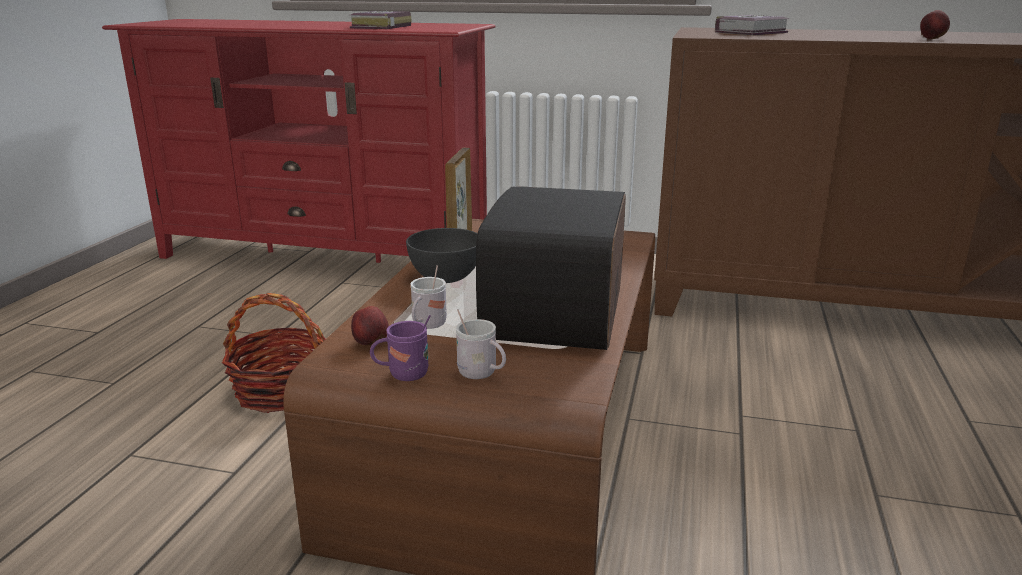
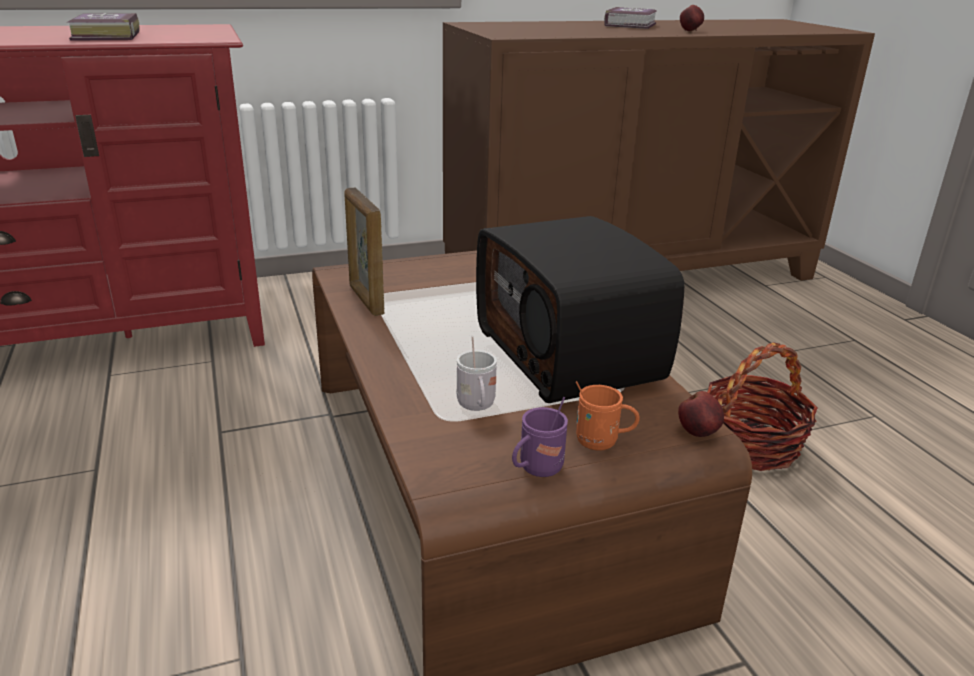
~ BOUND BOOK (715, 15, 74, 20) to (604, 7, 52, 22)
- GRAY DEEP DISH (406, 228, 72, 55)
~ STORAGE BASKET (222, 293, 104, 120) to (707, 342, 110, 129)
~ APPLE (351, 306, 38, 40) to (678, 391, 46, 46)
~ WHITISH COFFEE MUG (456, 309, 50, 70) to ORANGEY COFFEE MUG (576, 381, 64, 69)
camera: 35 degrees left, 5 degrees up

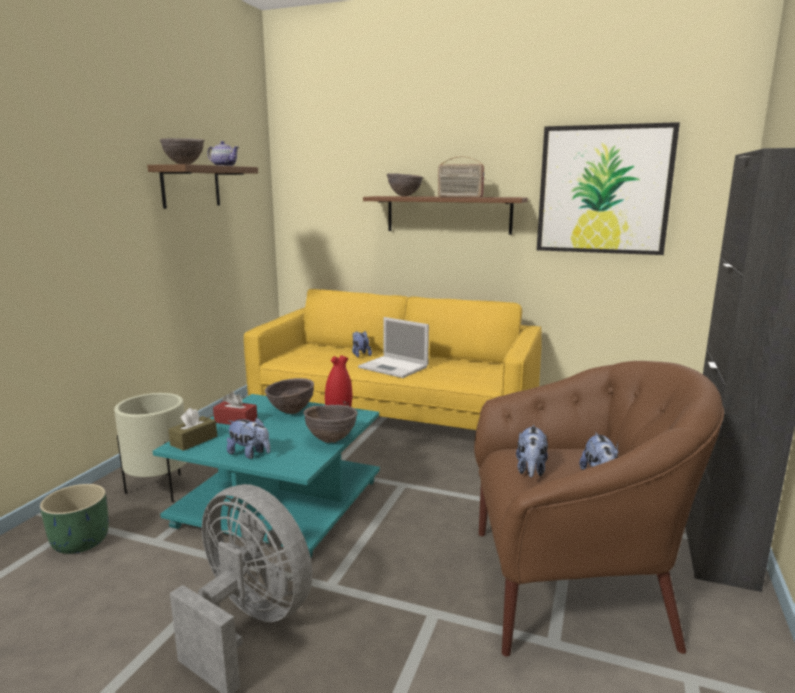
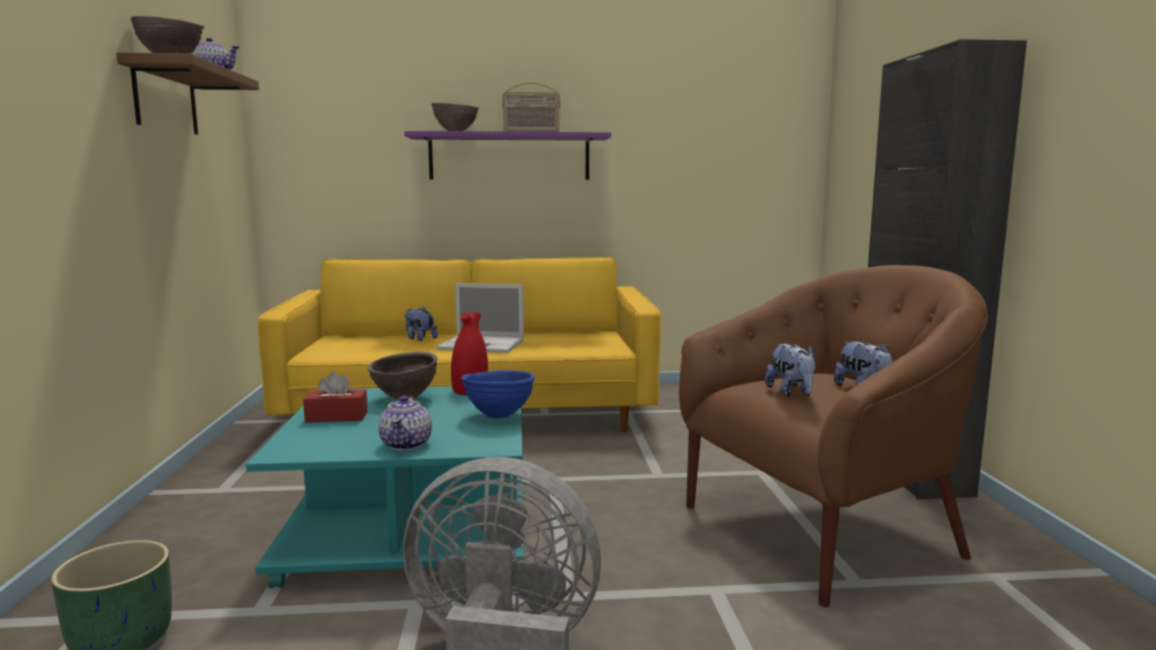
- WALL ART (537, 122, 143, 133)
~ BROWNISH WALL SHELF (363, 196, 165, 39) to PURPLE WALL SHELF (404, 131, 207, 49)
- BEIGE-COLOURED FLOWER POT (114, 393, 73, 109)
~ BROWNISH DEEP DISH (304, 405, 54, 38) to BLUISH DEEP DISH (461, 370, 74, 49)
- BROWNISH TISSUE BOX (168, 408, 49, 43)
~ SOFT TOY (227, 417, 43, 42) to TEAPOT (378, 395, 54, 56)
camera: 25 degrees left, 5 degrees down

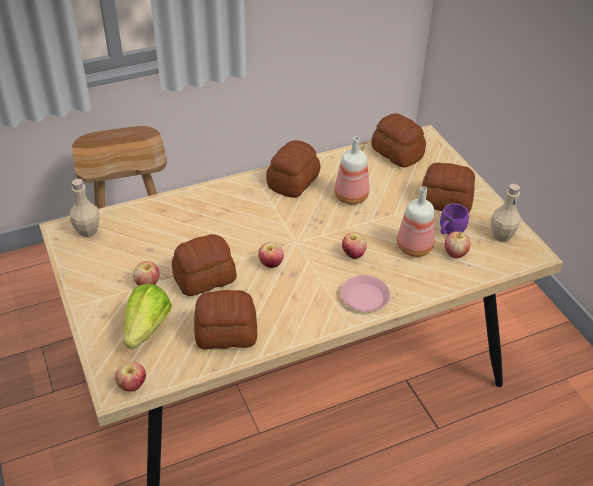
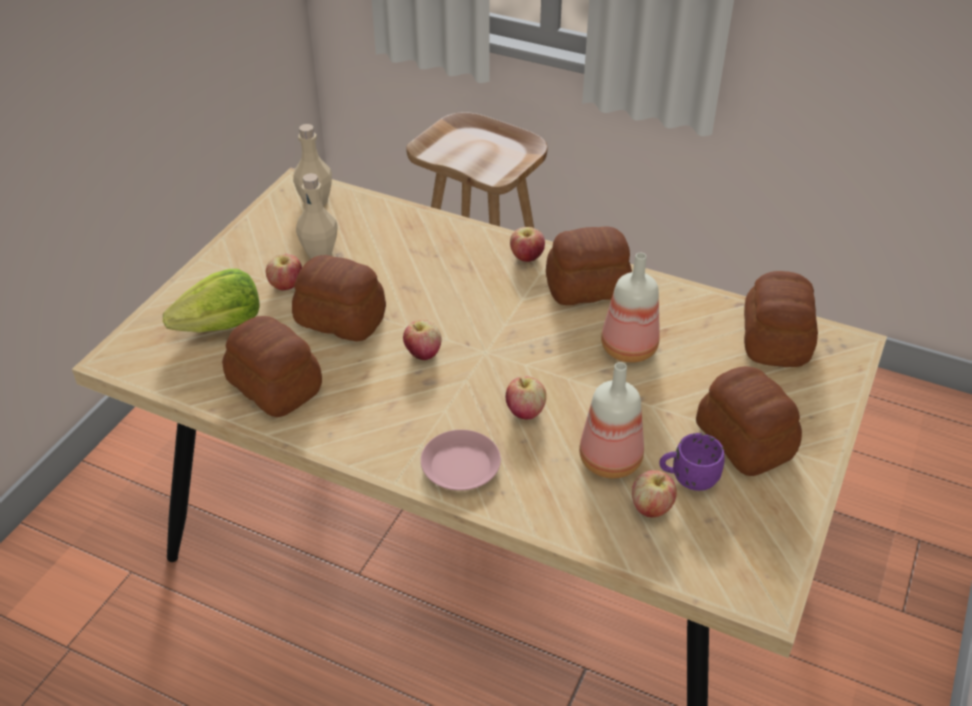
~ BEIGE-COLOURED DRINK BOTTLE (491, 184, 30, 58) to (296, 173, 42, 86)
~ APPLE (115, 362, 31, 30) to (510, 227, 35, 35)
camera: 50 degrees right, 0 degrees up

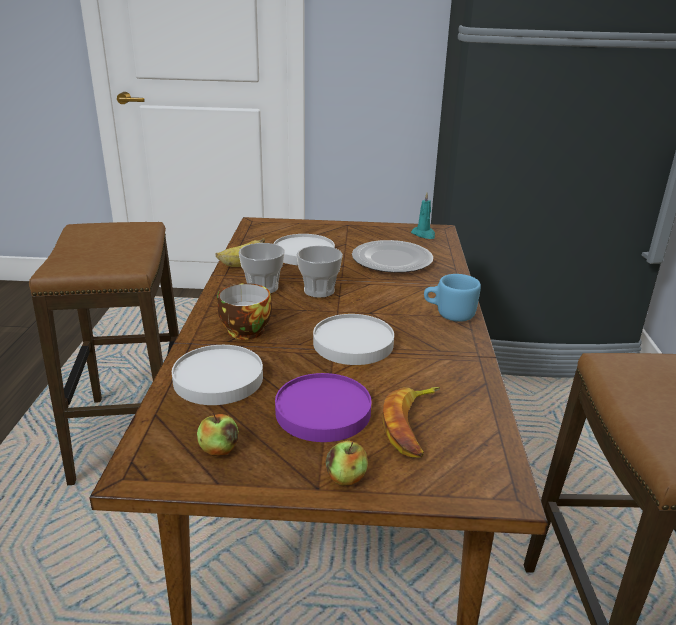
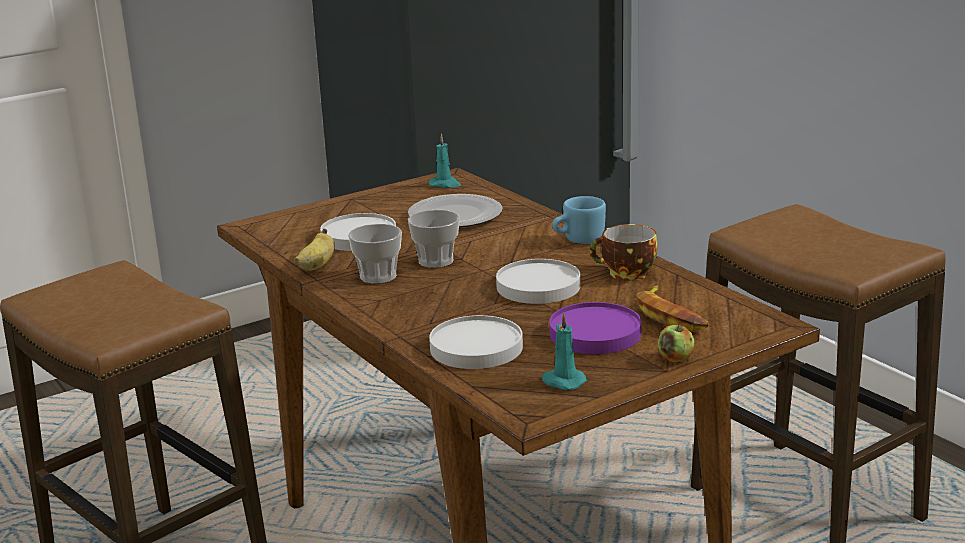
~ DRINKING CUP (217, 283, 55, 57) to (590, 224, 68, 57)
~ APPLE (197, 413, 42, 43) to BLUE-GREEN WAX CANDLE (542, 312, 45, 78)
camera: 35 degrees left, 5 degrees down

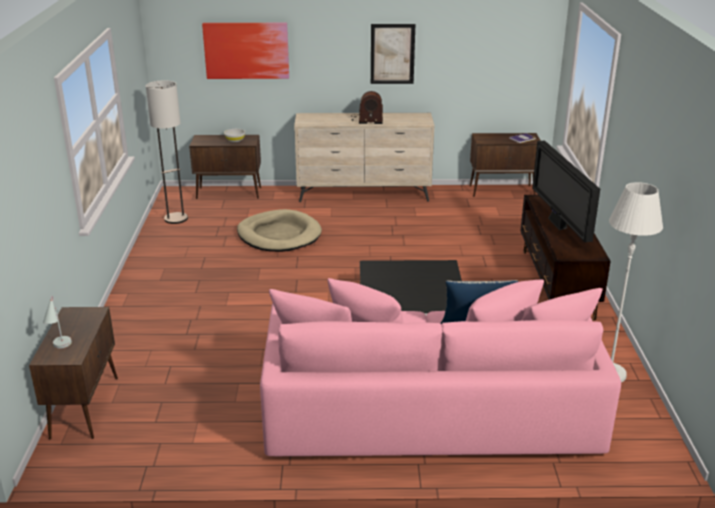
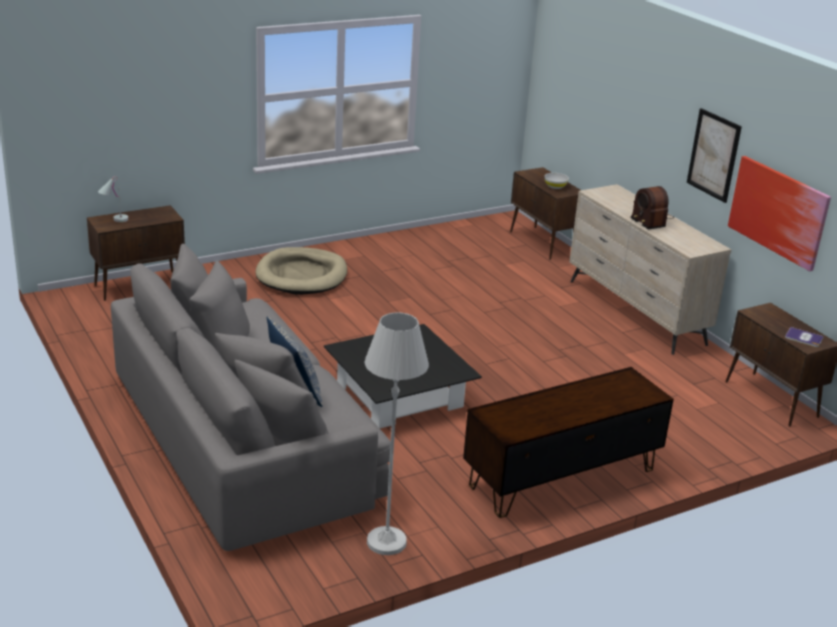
~ WALL ART (202, 23, 87, 56) to (728, 156, 103, 115)
- STANDING LAMP (146, 80, 42, 144)
- TELEVISION (532, 140, 68, 102)
~ BEIGE-COLOURED PET BED (237, 209, 85, 43) to (256, 247, 91, 48)
~ PINK-COLOURED COUCH (260, 278, 361, 178) to GRAY COUCH (111, 244, 280, 307)
camera: 60 degrees right, 0 degrees up

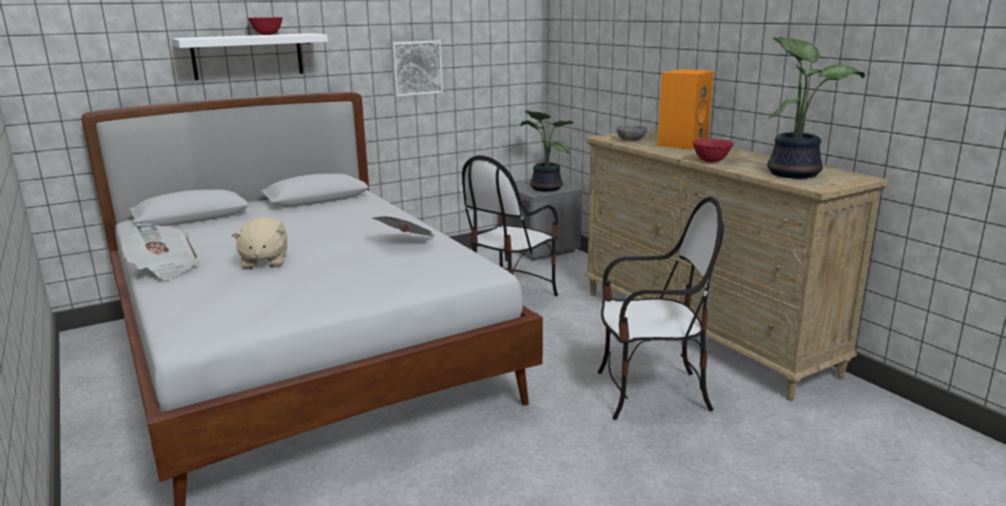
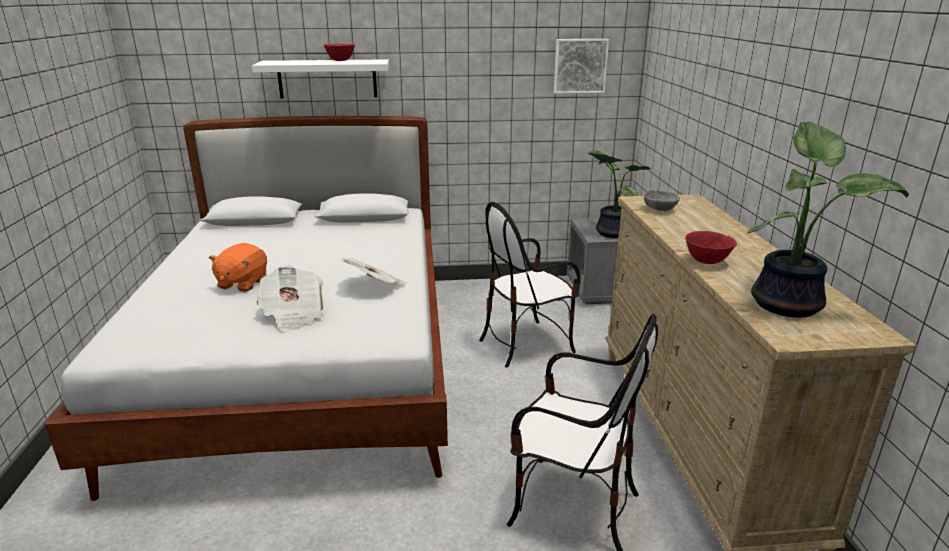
~ WALL ART (391, 40, 52, 57) to (554, 39, 55, 55)
- ORANGEY SPEAKER (658, 69, 56, 81)
~ BEIGE-COLOURED SOFT TOY (231, 217, 56, 52) to ORANGEY SOFT TOY (209, 243, 58, 49)
~ DAILY PAPER (121, 223, 79, 57) to (256, 265, 68, 67)
camera: 25 degrees right, 5 degrees up

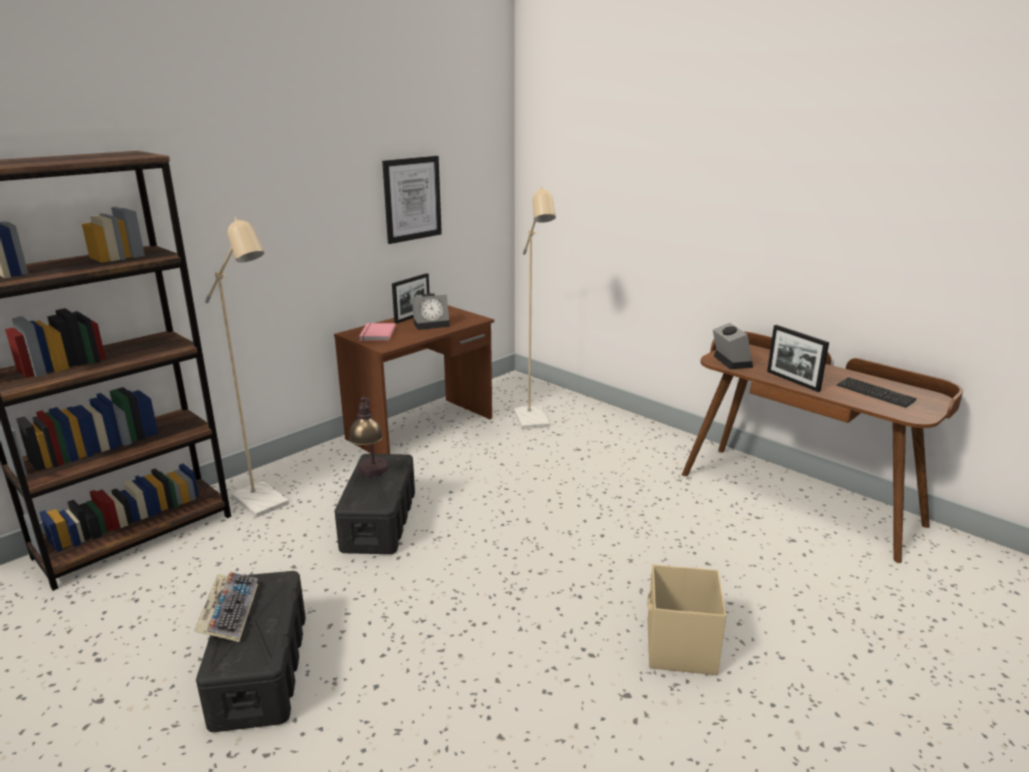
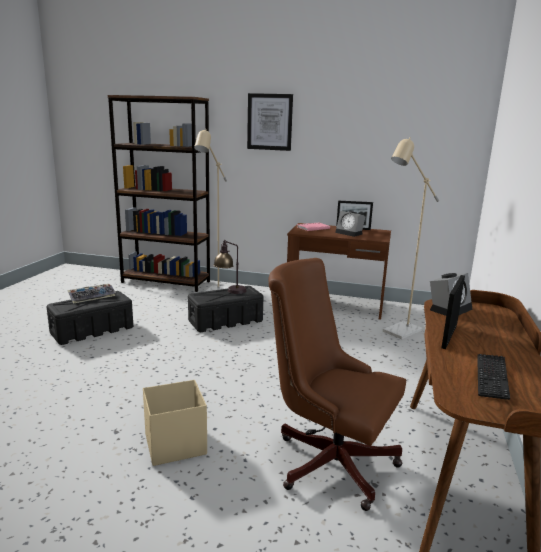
~ WALL ART (382, 156, 60, 88) to (247, 93, 46, 58)
+ BROWNISH COMPUTER CHAIR (268, 258, 138, 253)
camera: 60 degrees right, 5 degrees down

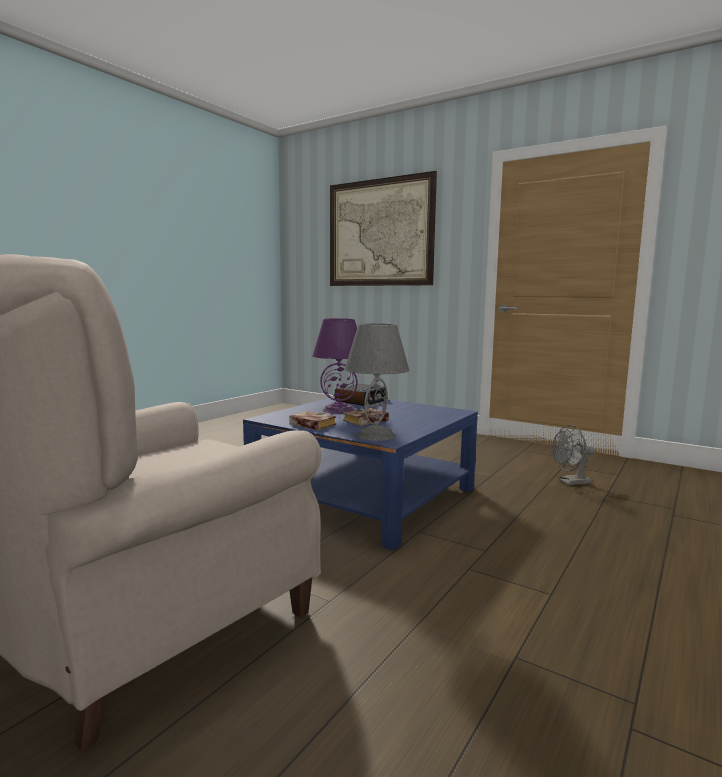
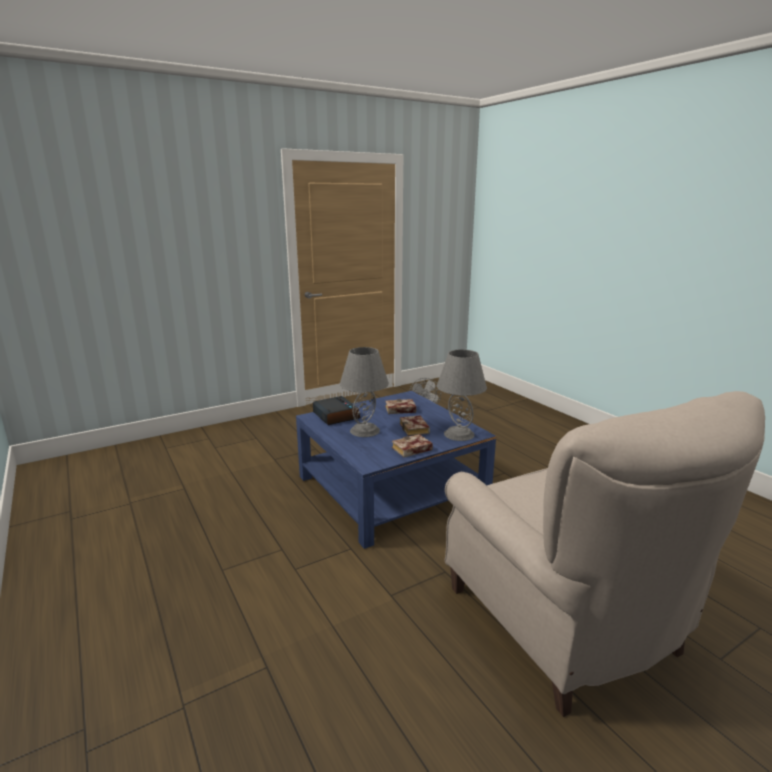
- WALL ART (330, 171, 107, 115)
~ PURPLE TABLE LAMP (312, 318, 46, 96) to GRAY TABLE LAMP (340, 347, 49, 90)
+ BOUND BOOK (385, 399, 31, 15)
camera: 65 degrees left, 10 degrees up

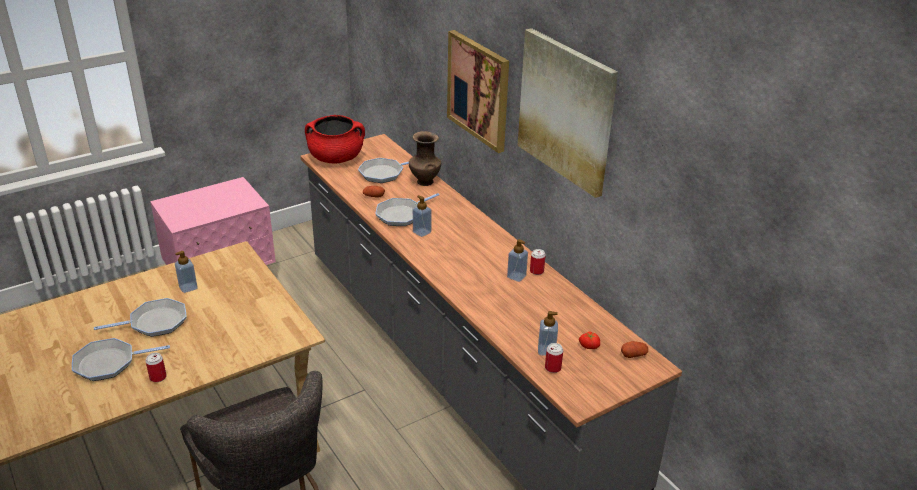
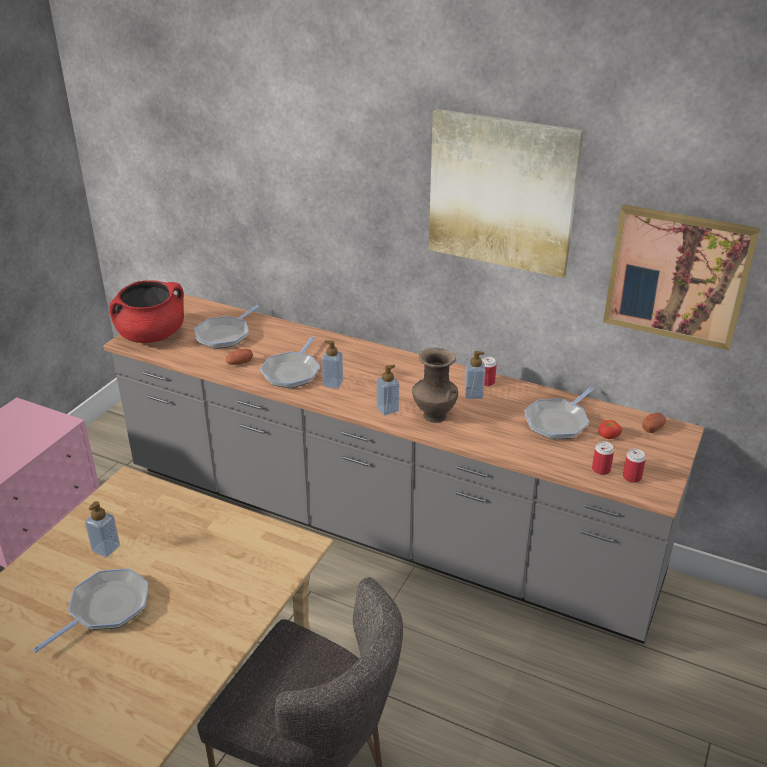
~ WALL ART (447, 30, 62, 123) to (603, 204, 157, 146)
~ BROWNISH FLOWER VASE (409, 131, 32, 55) to (412, 348, 46, 75)
~ SOAP DISPENSER (538, 311, 20, 45) to (377, 365, 22, 50)
~ PAN (72, 338, 98, 43) to (524, 387, 70, 52)
~ CAN (146, 353, 21, 29) to (623, 449, 23, 34)
camera: 30 degrees left, 0 degrees up

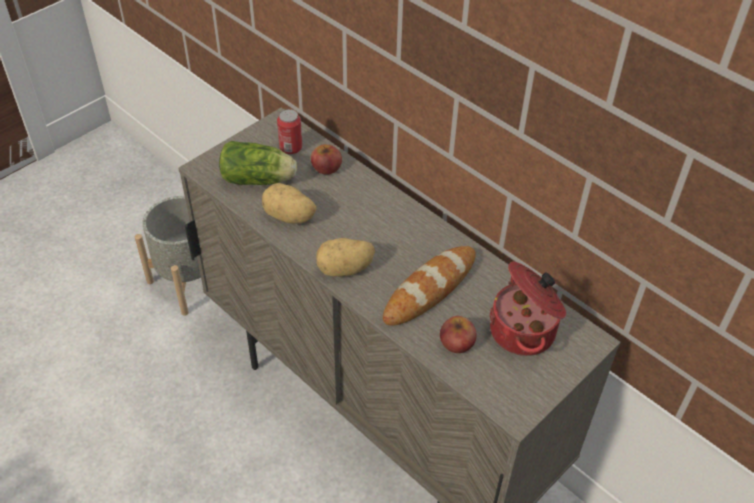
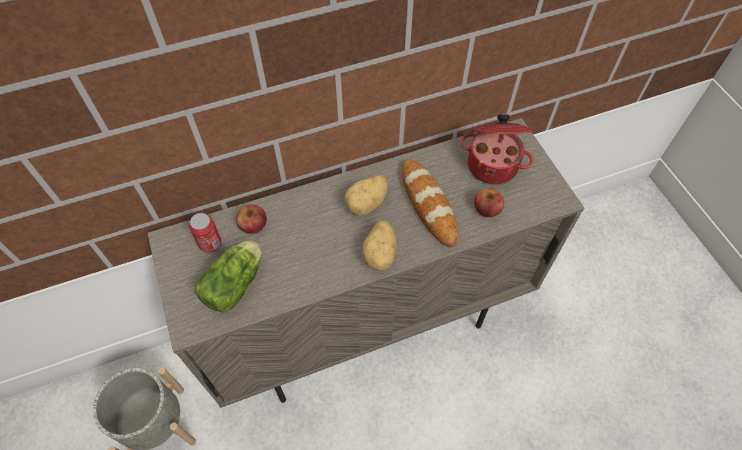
~ POTATO (262, 183, 55, 41) to (345, 175, 43, 41)
camera: 65 degrees left, 10 degrees up

